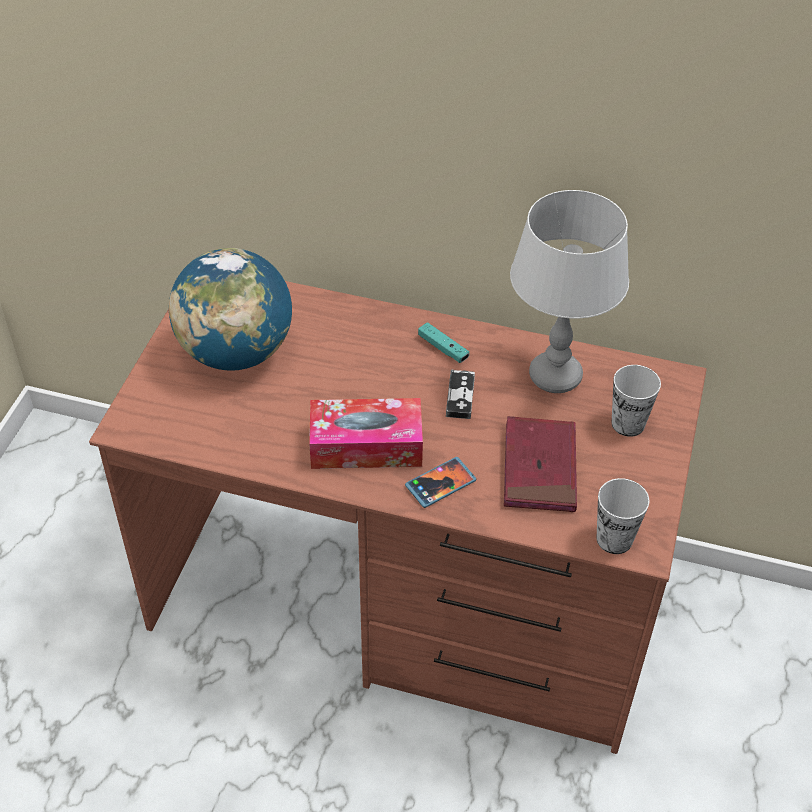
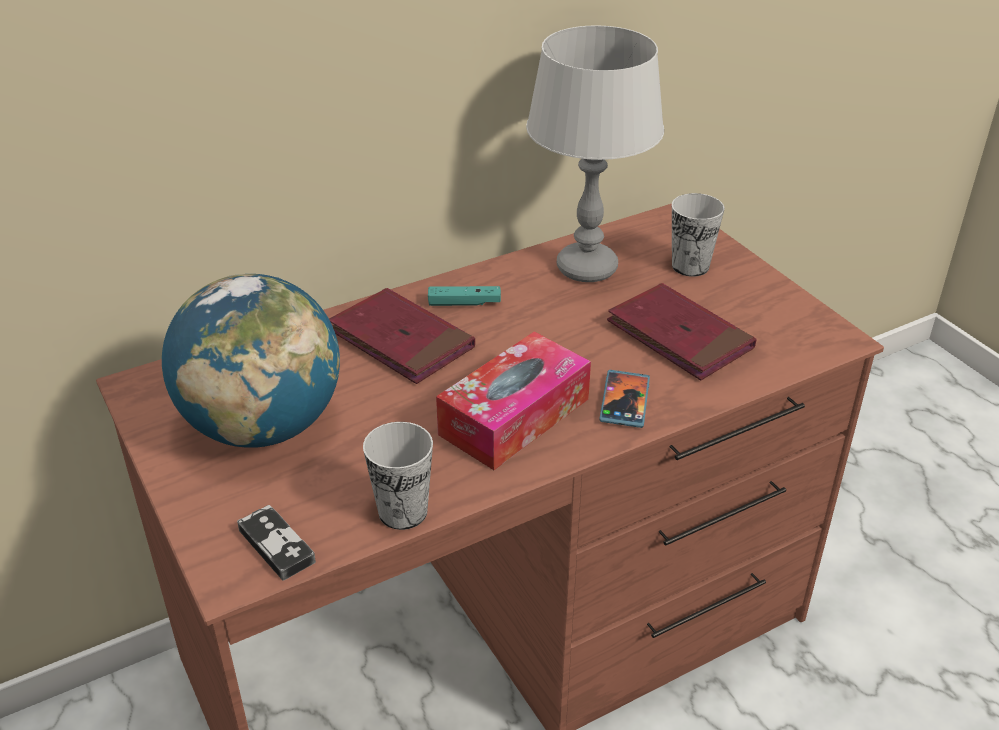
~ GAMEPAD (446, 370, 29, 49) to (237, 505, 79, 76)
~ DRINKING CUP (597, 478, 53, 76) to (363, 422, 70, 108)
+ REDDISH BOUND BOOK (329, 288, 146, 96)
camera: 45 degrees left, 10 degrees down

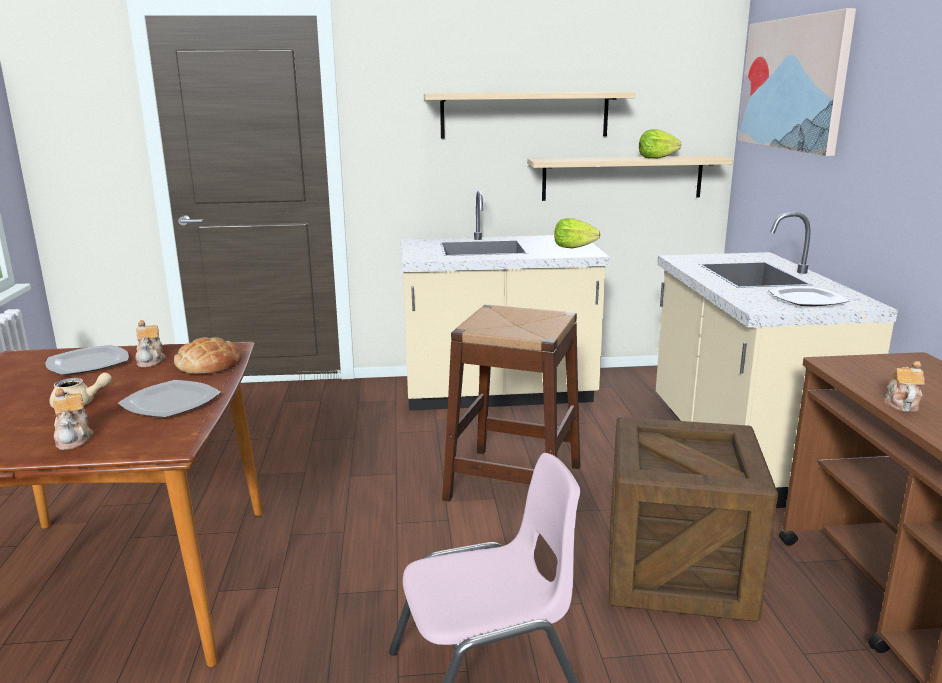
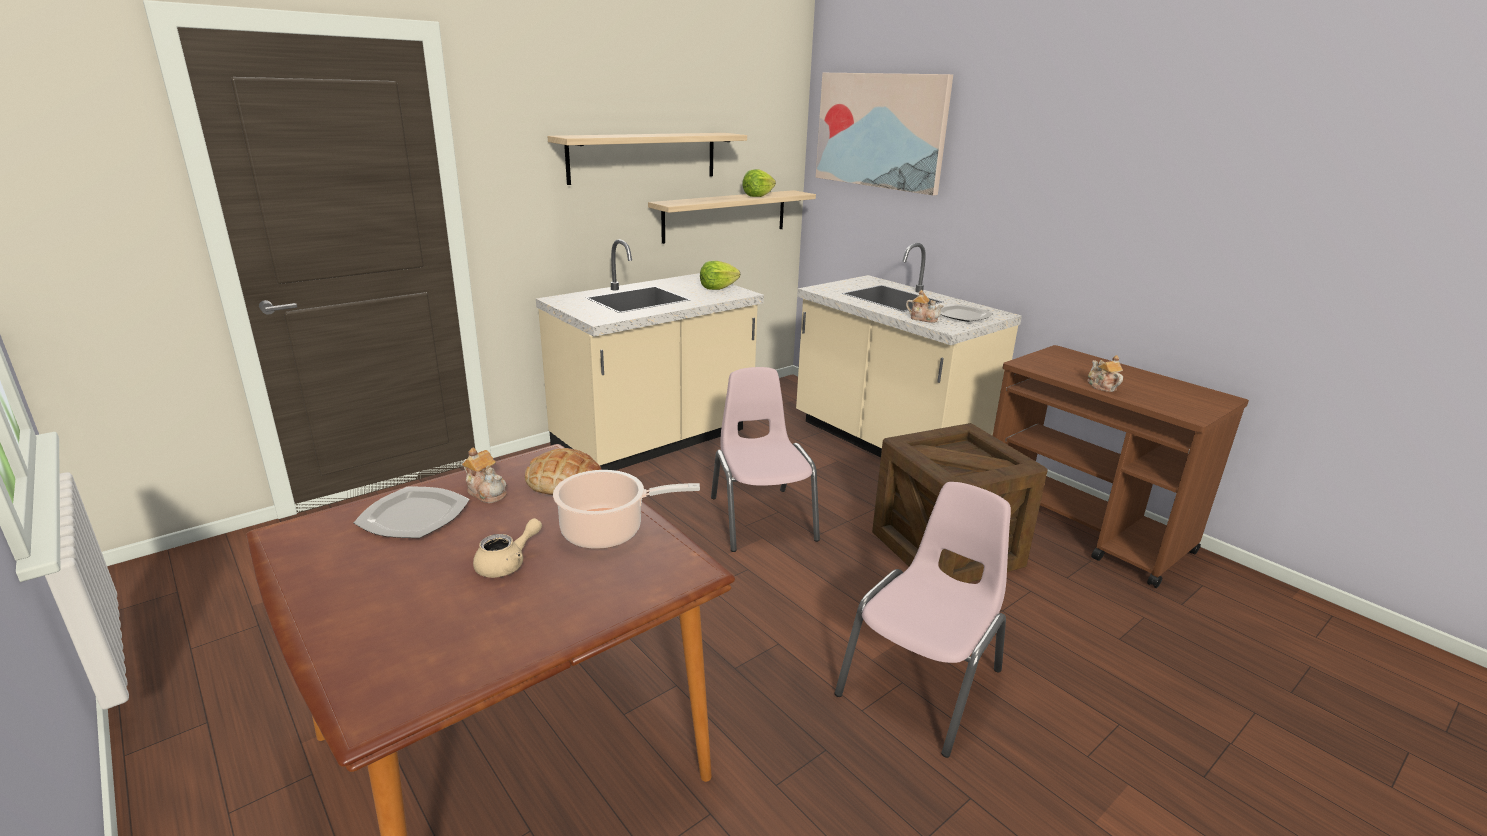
~ BROWNISH STOOL (442, 305, 139, 196) to PINK-COLOURED CHAIR (711, 367, 109, 185)
~ DINNER PLATE (118, 380, 103, 38) to COOKING POT (553, 470, 147, 79)
~ TEAPOT (53, 388, 40, 62) to (906, 290, 37, 33)
camera: 35 degrees left, 5 degrees up

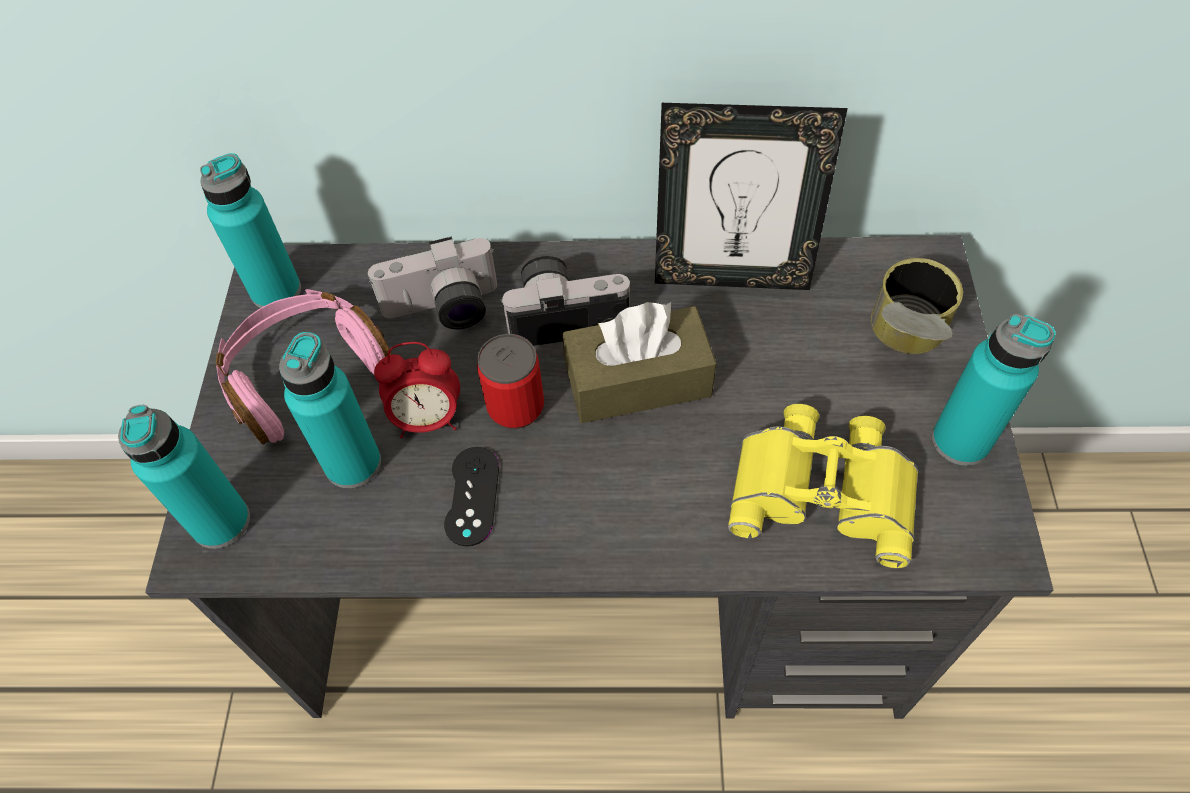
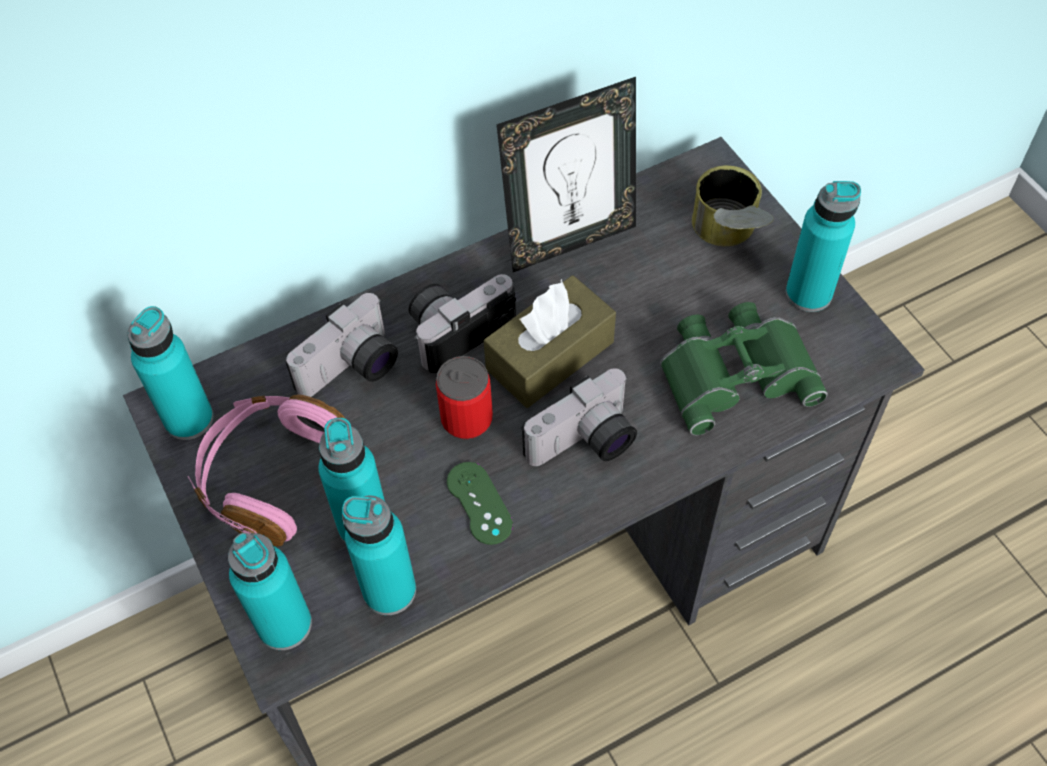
- BEDSIDE CLOCK (374, 342, 86, 96)
~ YELLOW-COLOURED BINOCULARS (728, 404, 190, 164) to GREEN BINOCULARS (660, 302, 168, 133)
~ BLACK GAMEPAD (444, 447, 55, 100) to GREEN GAMEPAD (447, 462, 66, 83)
+ STILL CAMERA (521, 368, 116, 98)
+ BLUE-GREEN DRINK BOTTLE (342, 495, 74, 120)
camera: 30 degrees left, 0 degrees up

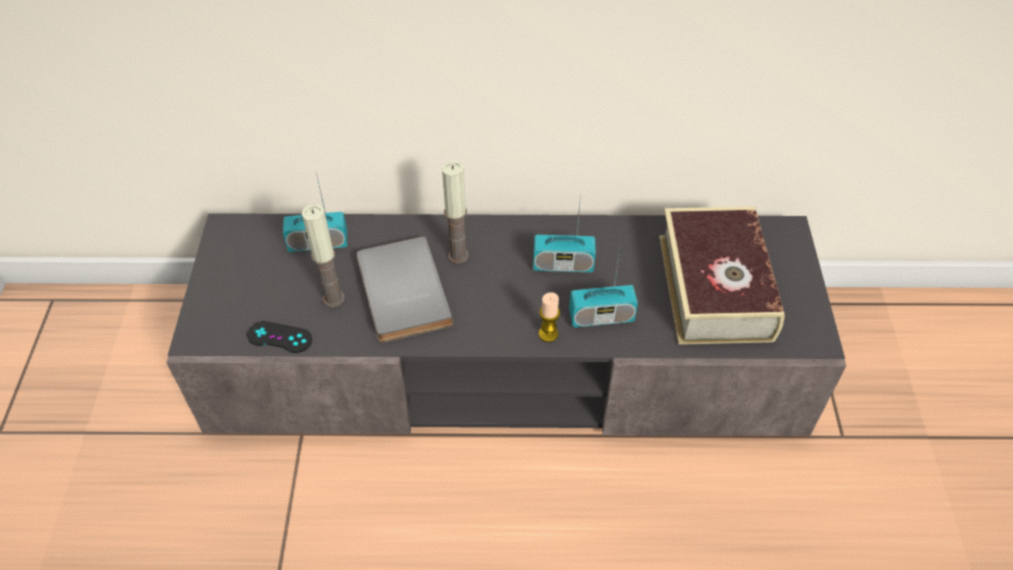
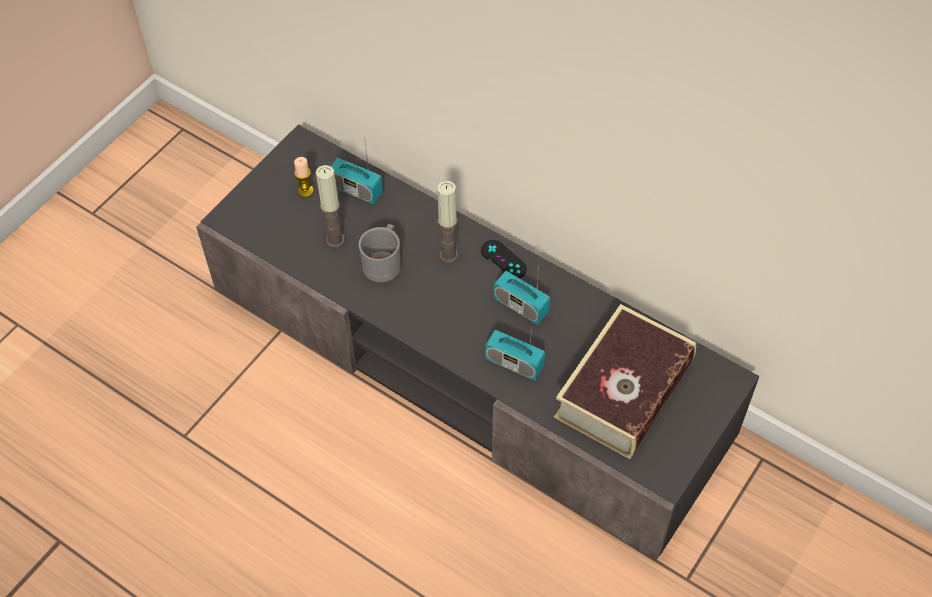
~ GRAY BOUND BOOK (357, 236, 96, 107) to GRAY COFFEE MUG (359, 224, 42, 58)
~ WAX CANDLE (539, 292, 21, 50) to (294, 157, 20, 40)
~ BLACK GAMEPAD (247, 321, 65, 32) to (481, 240, 46, 38)
camera: 35 degrees right, 5 degrees up

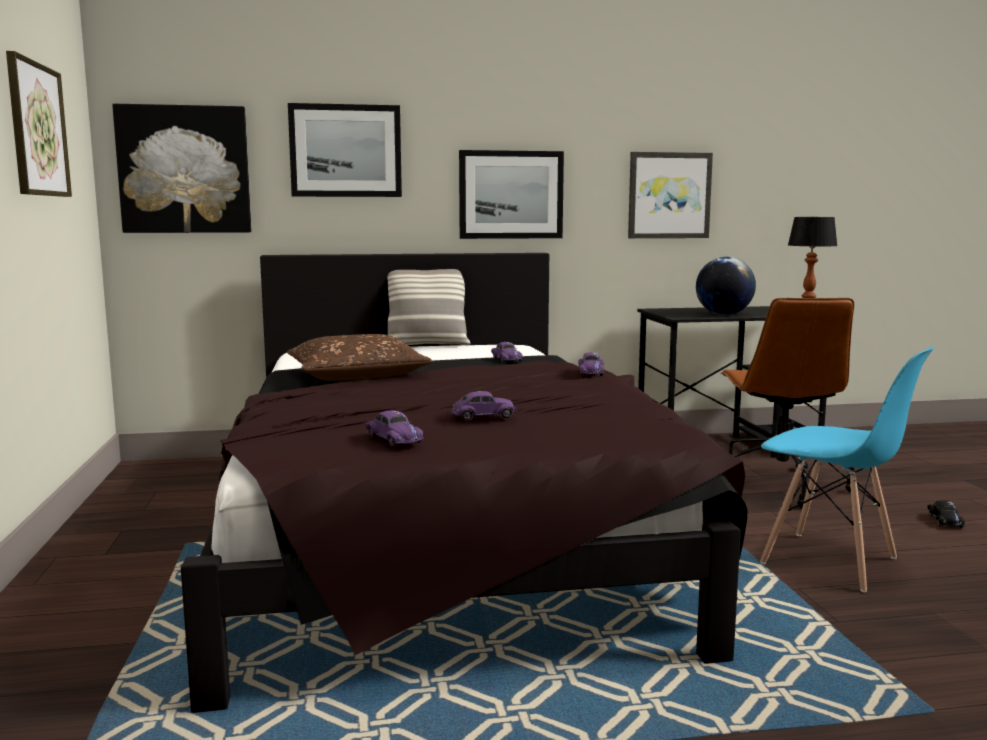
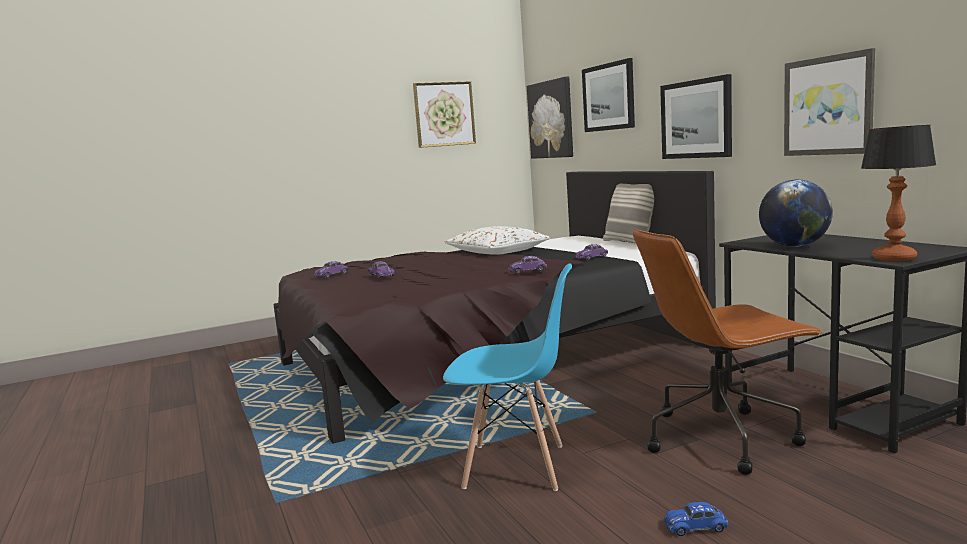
~ BROWNISH CUSHION (287, 334, 146, 47) to WHITISH CUSHION (445, 226, 106, 29)
~ BLUISH CHAIR (760, 346, 175, 246) = (443, 263, 129, 228) 105 degrees counterclockwise
~ BLACK MODEL CAR (927, 500, 38, 28) to BLUISH MODEL CAR (664, 502, 64, 34)
camera: 75 degrees right, 0 degrees up

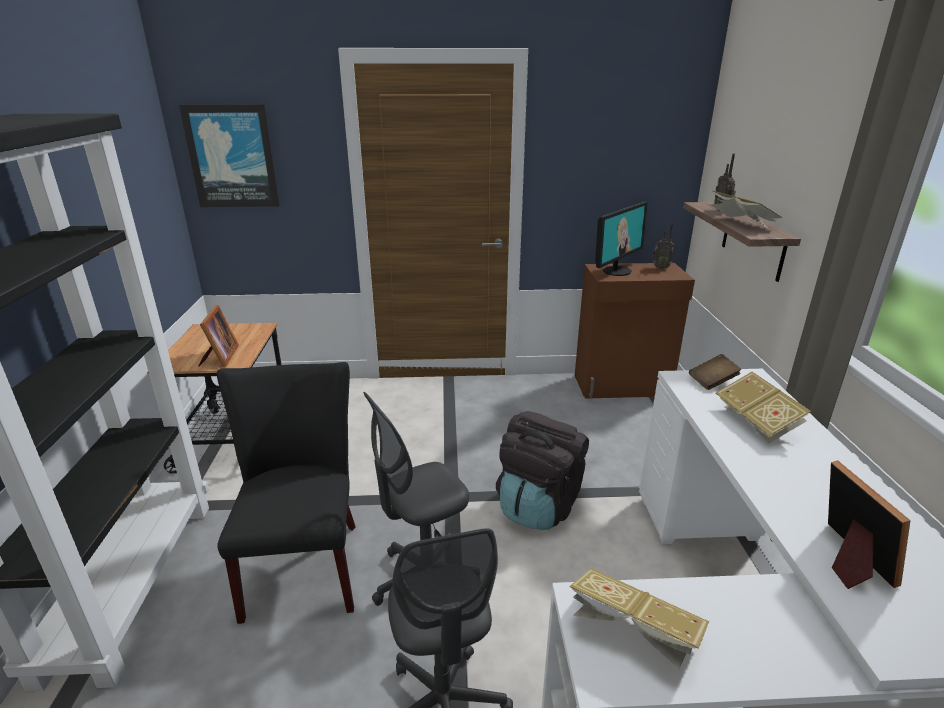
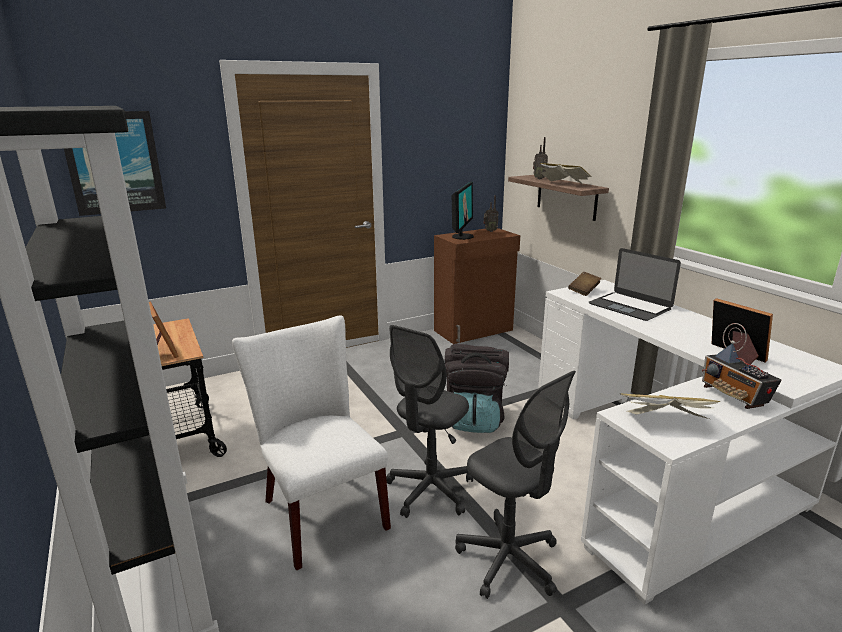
~ BLACK CHAIR (217, 362, 139, 262) to WHITISH CHAIR (232, 315, 159, 256)
~ BOUND BOOK (716, 372, 95, 71) to NOTEBOOK COMPUTER (589, 248, 92, 73)
+ RADIO (702, 323, 80, 86)
camera: 25 degrees left, 5 degrees down

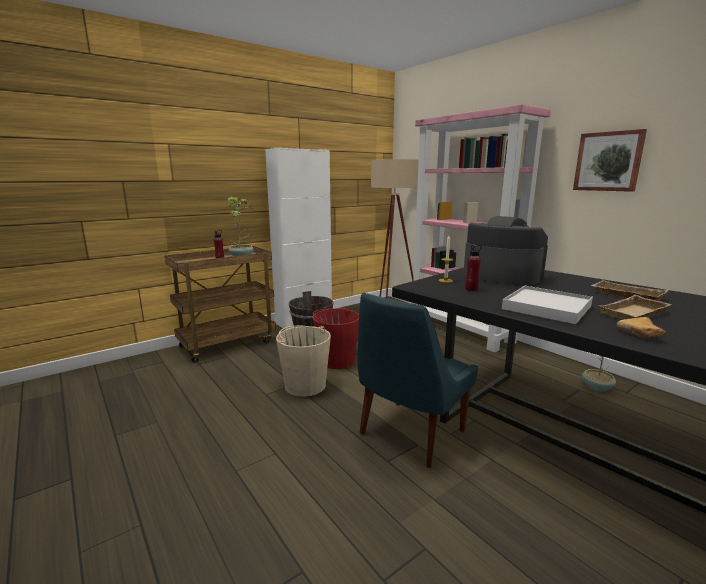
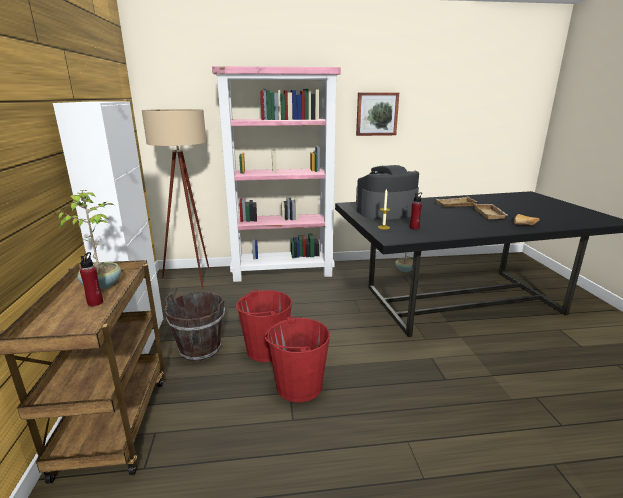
- WHITISH SERVING TRAY (502, 286, 91, 38)
- BLUISH CHAIR (358, 293, 120, 175)
~ BEIGE-COLOURED WATER BUCKET (276, 325, 55, 72) to REDDISH WATER BUCKET (265, 316, 65, 86)
camera: 60 degrees left, 5 degrees up

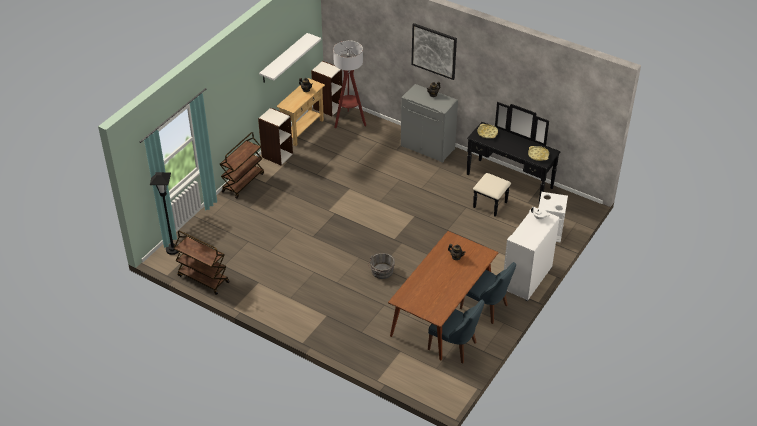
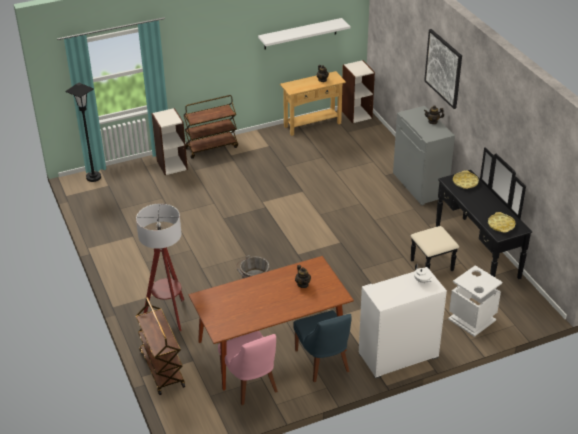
~ STANDING LAMP (333, 40, 33, 88) to (136, 203, 48, 128)
~ BOOKSHELF (258, 108, 35, 57) to (151, 108, 37, 67)
~ BROWNISH TROLLEY (173, 231, 57, 64) to (136, 297, 49, 98)
~ BLUISH CHAIR (428, 299, 56, 64) to PINK-COLOURED CHAIR (218, 331, 60, 74)
camera: 35 degrees right, 5 degrees down

